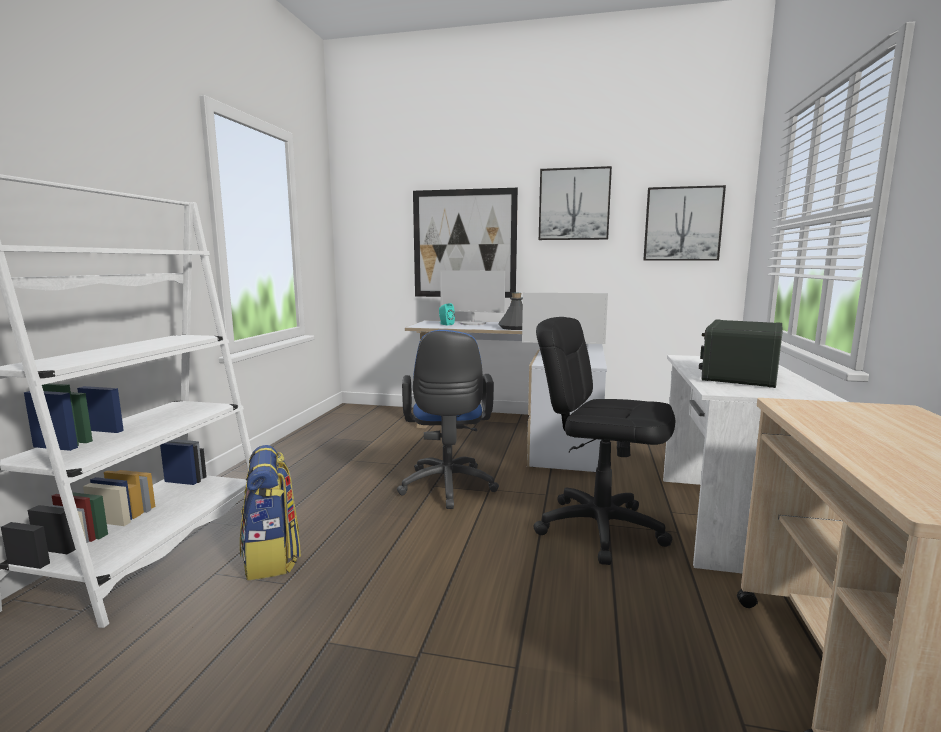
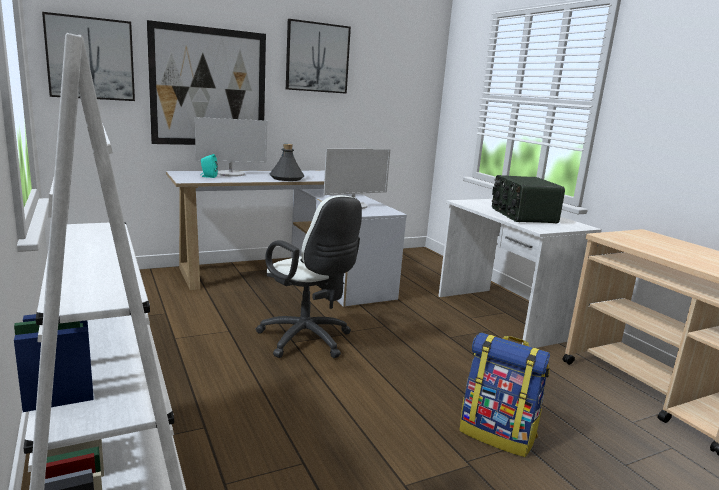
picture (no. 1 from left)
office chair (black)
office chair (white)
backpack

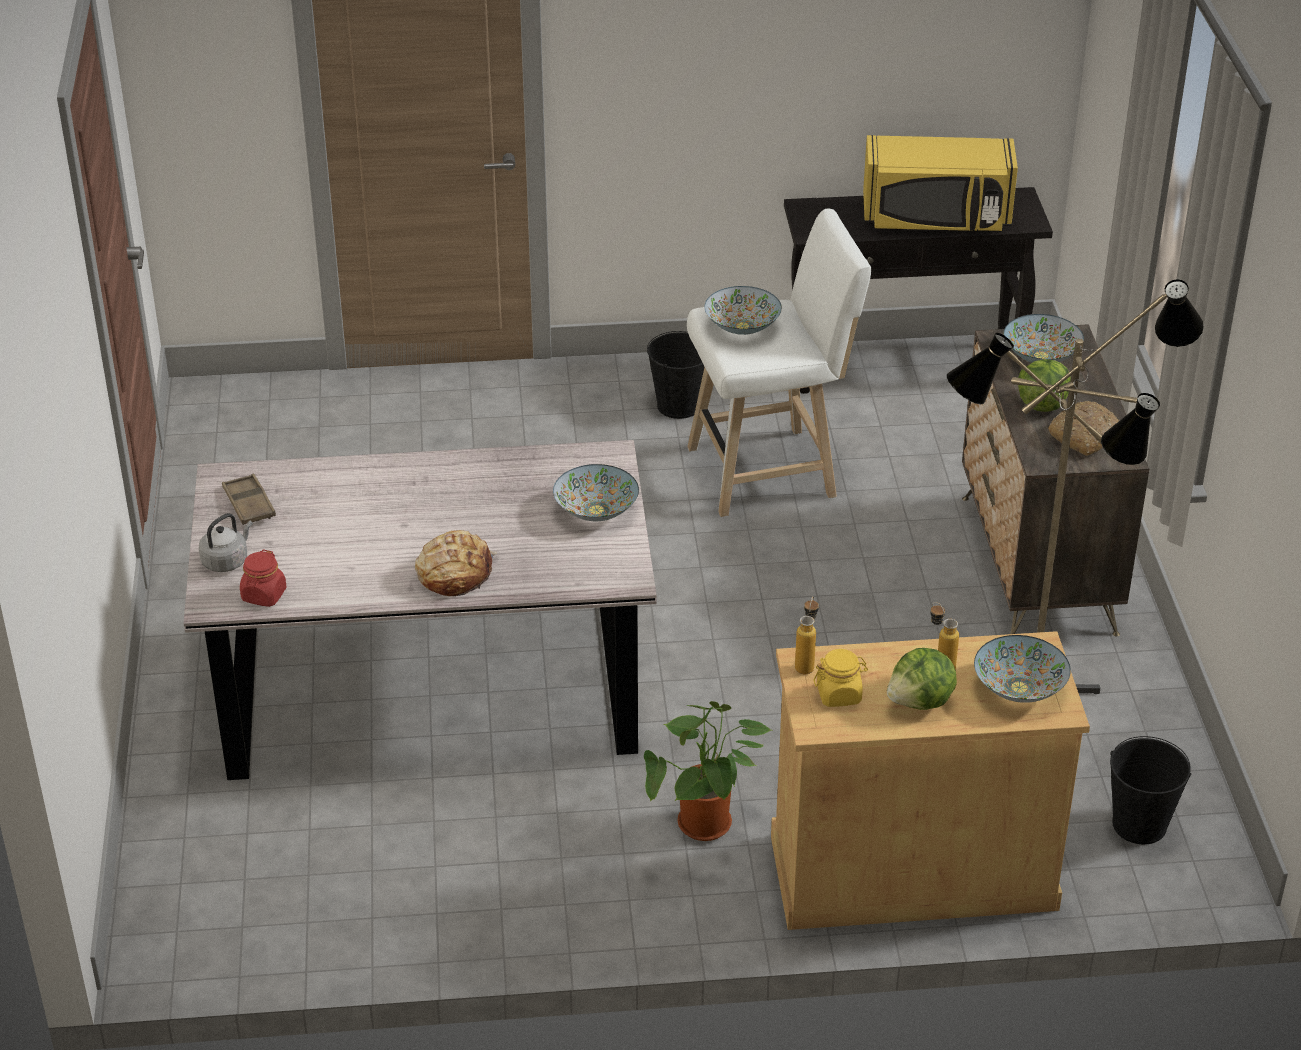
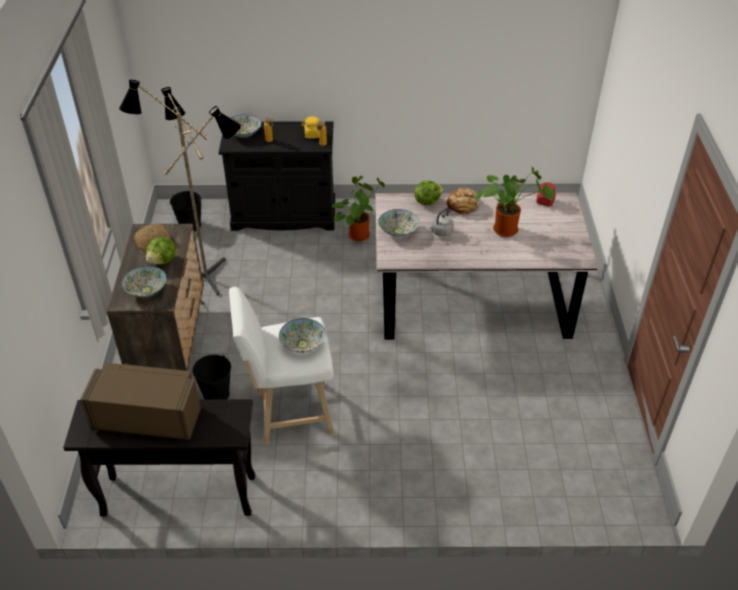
microwave (brown)
bucket (black) (no. 2 from left)
tray (brown)
kettle (grey)
cabinet (black)
lettuce (no. 2 from left)
potted plant (no. 2 from left)

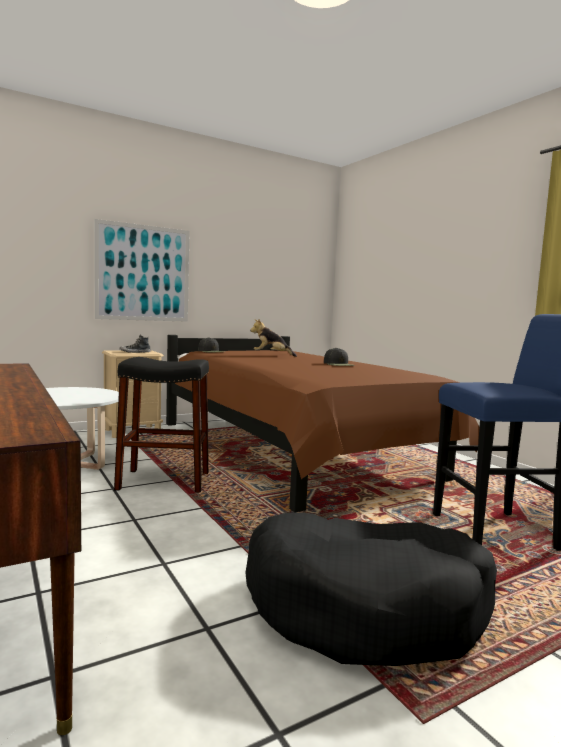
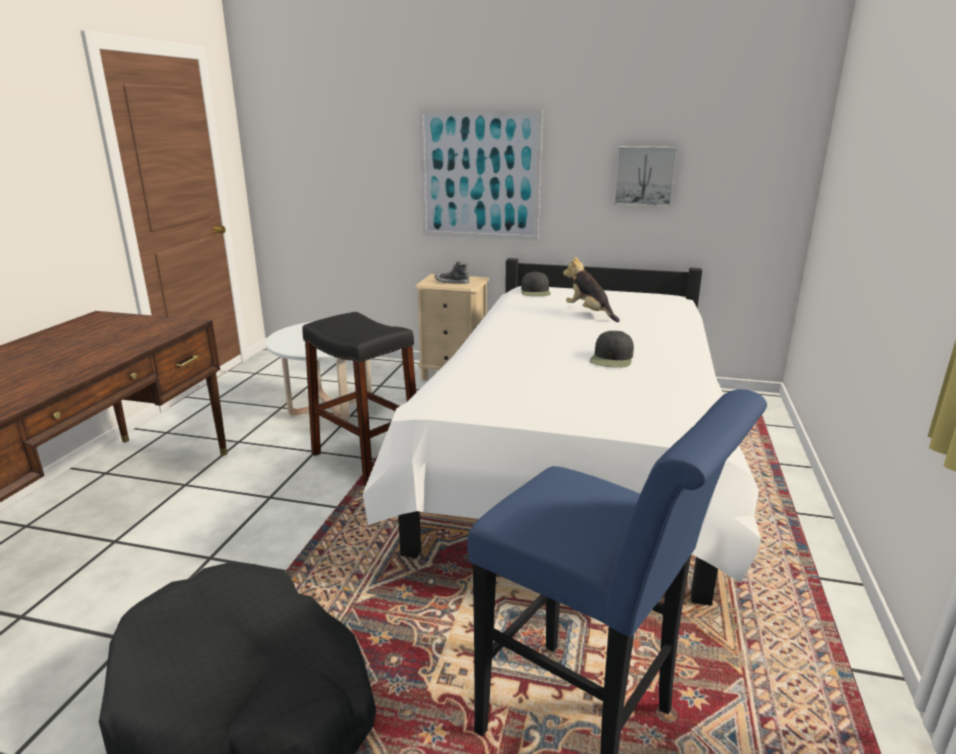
bed (white)
picture (no. 2 from left)

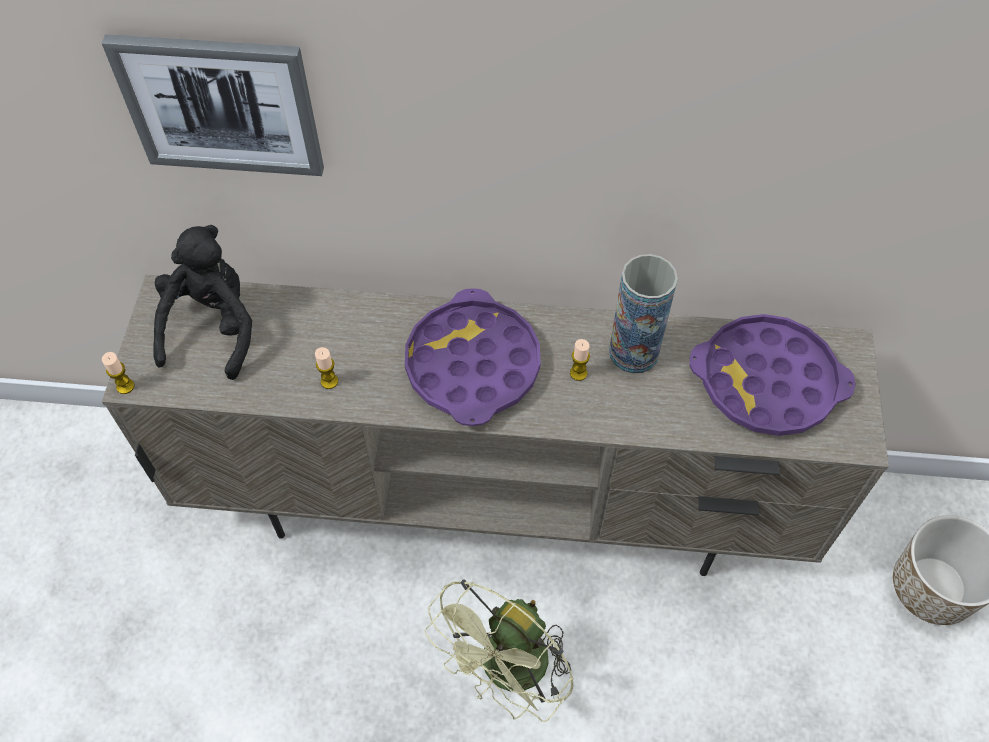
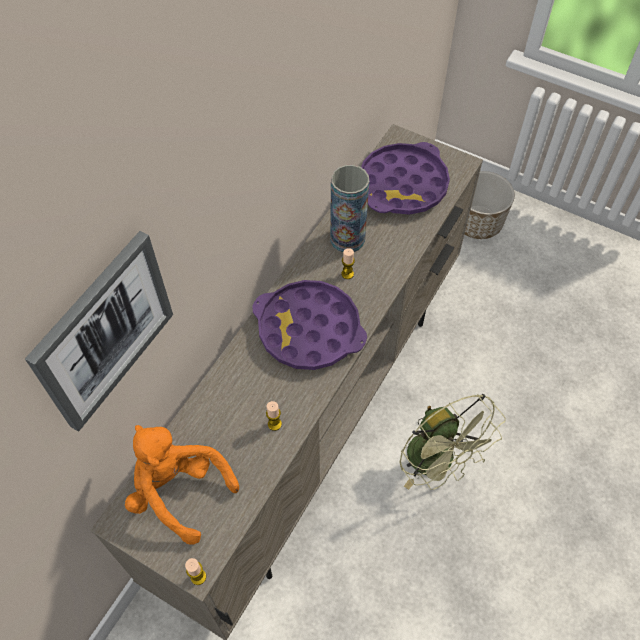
plush toy (orange)

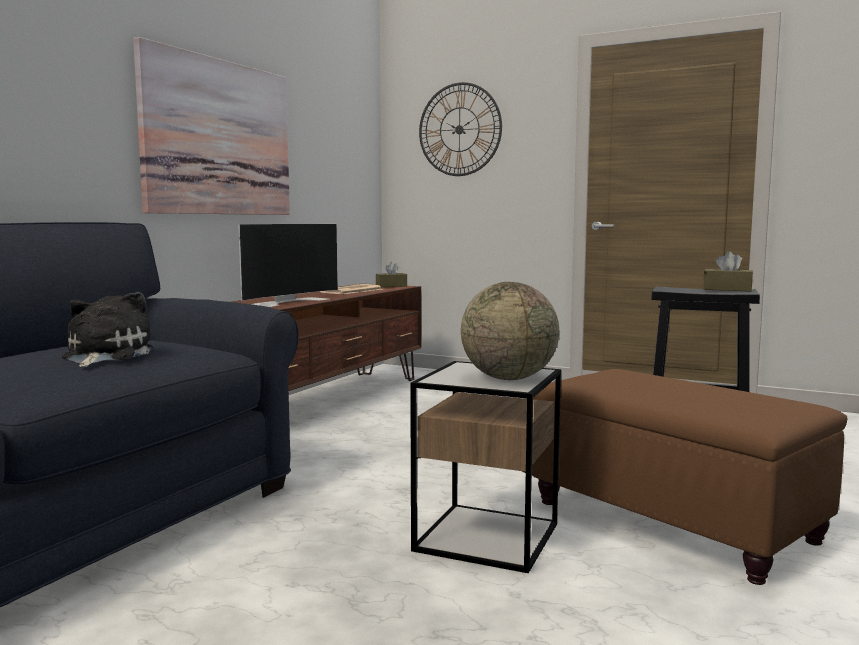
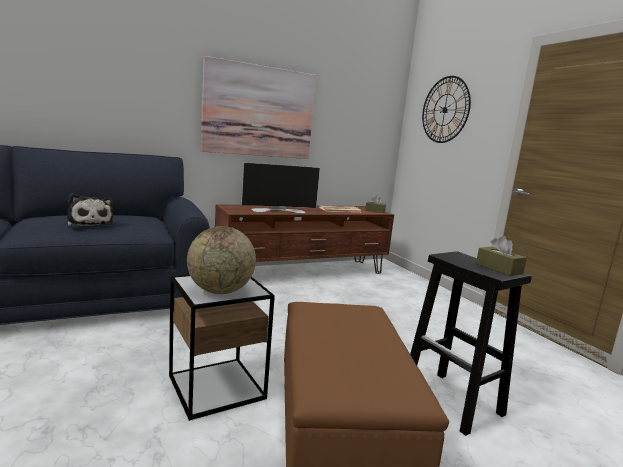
plush toy

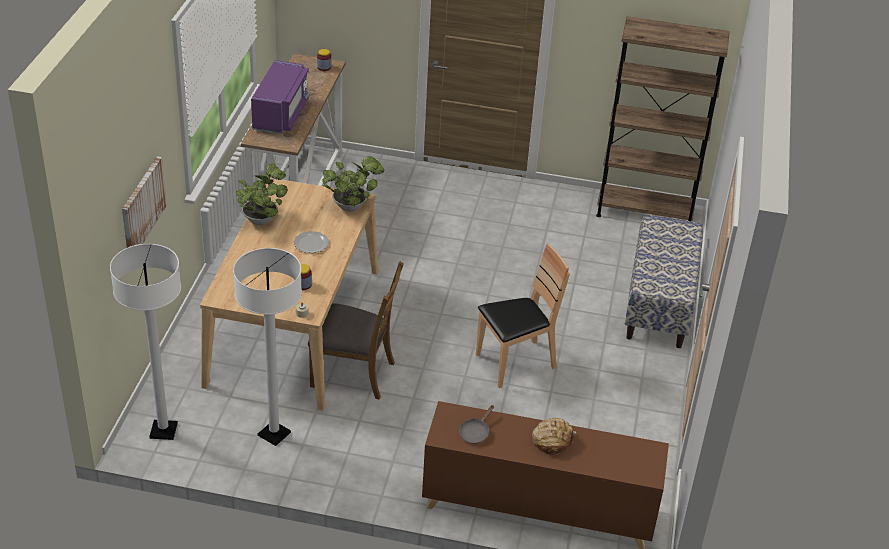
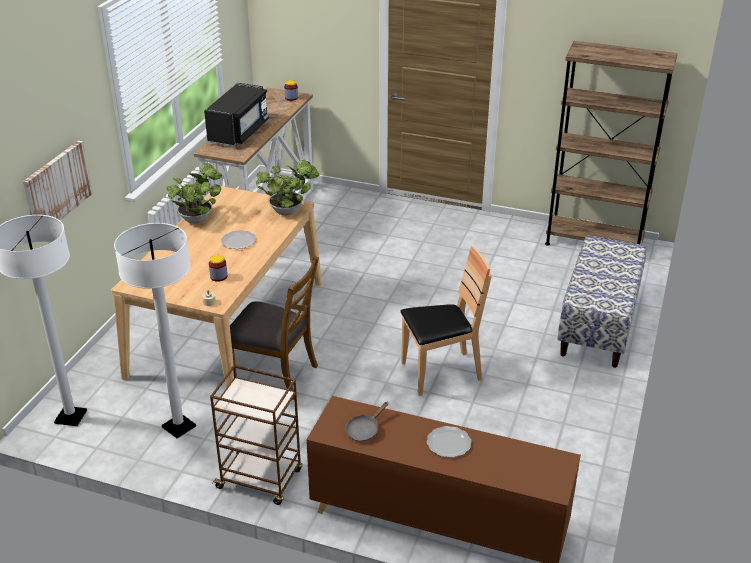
microwave (black)
plate (no. 2 from left)
cart (brown)

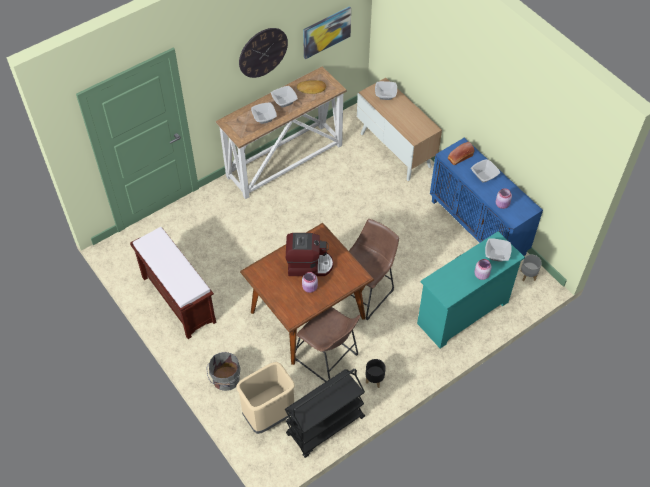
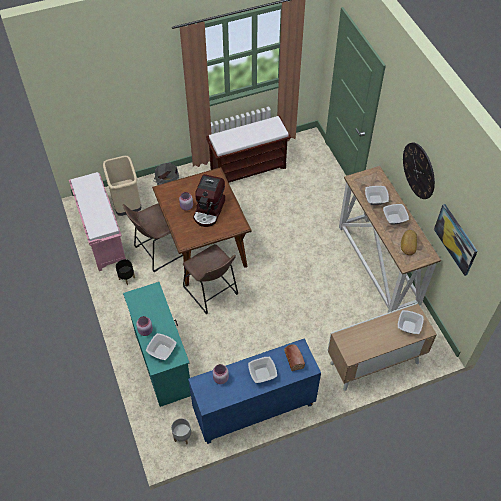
bench (pink)

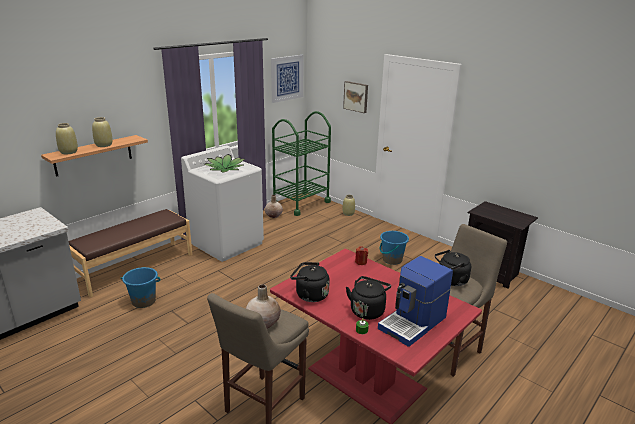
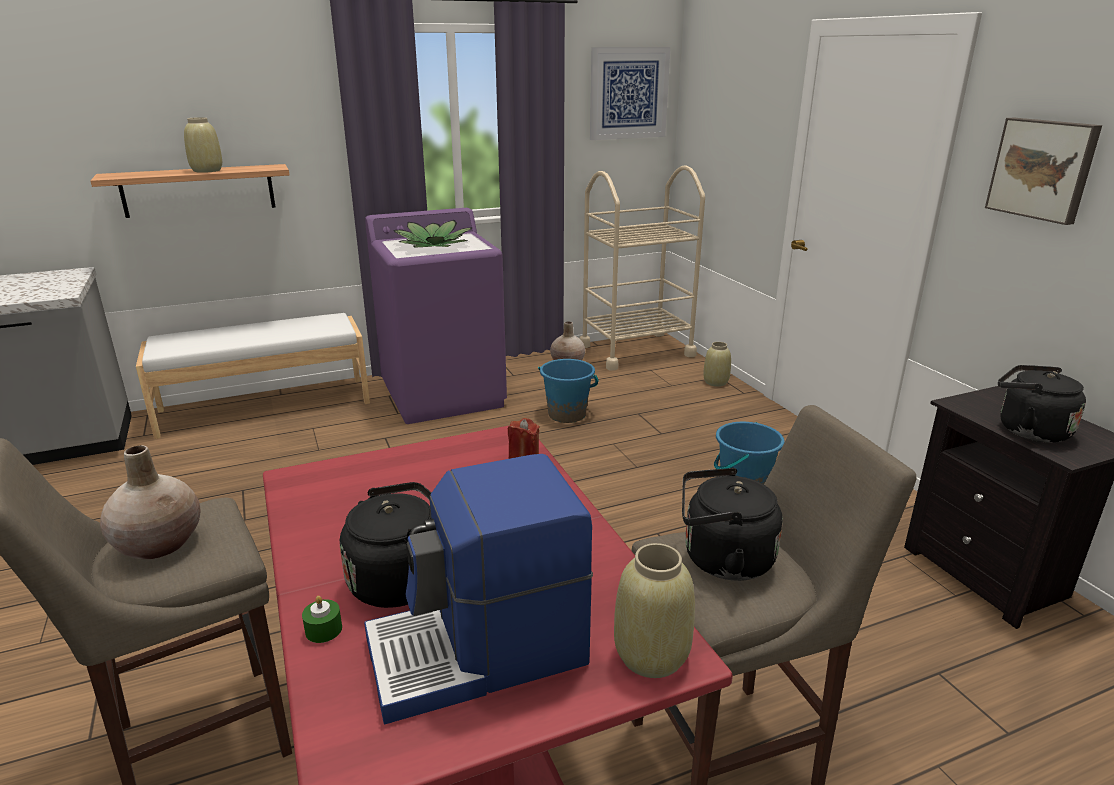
picture (no. 2 from left)
cart (beige)
vase (beige) (no. 4 from left)
washing machine (purple)
bench (white)
kettle (black) (no. 3 from left)
bucket (blue) (no. 1 from left)

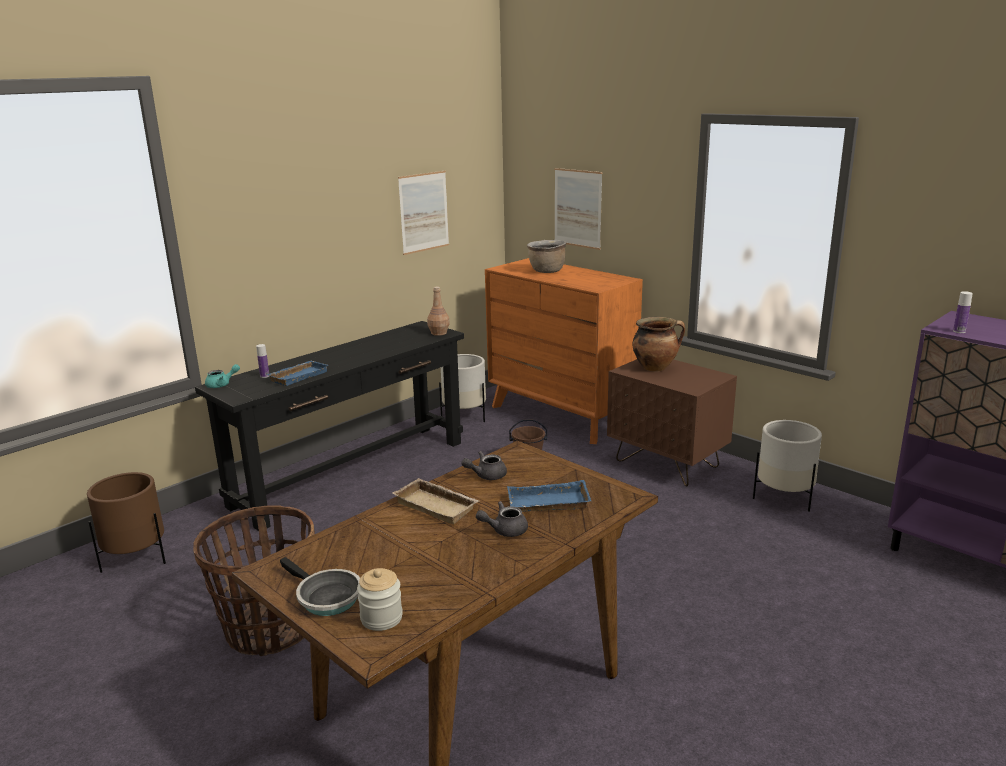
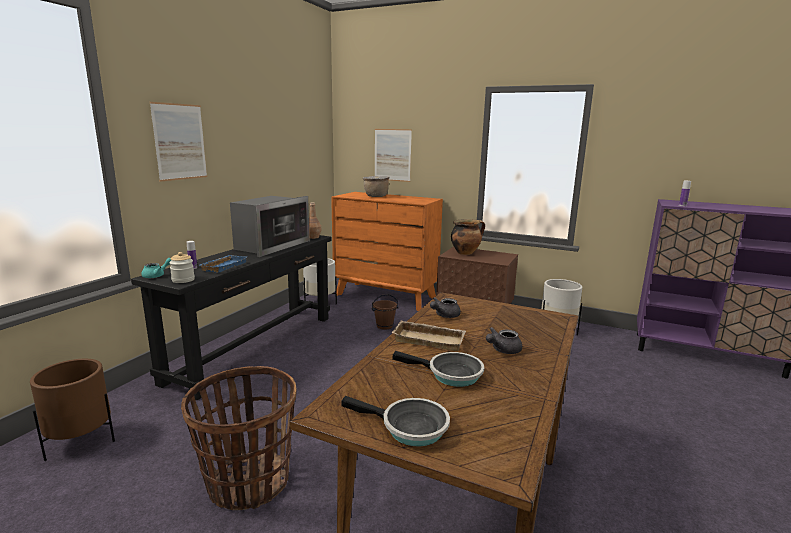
picture (no. 1 from left)
tray (blue) (no. 2 from left in the first image)
jar
microwave
frying pan (no. 2 from left)

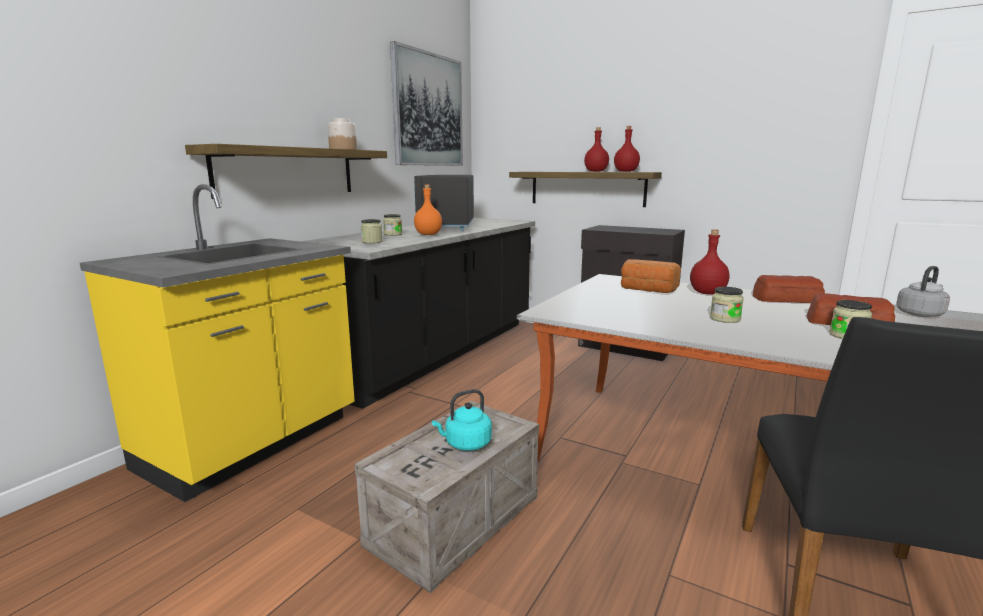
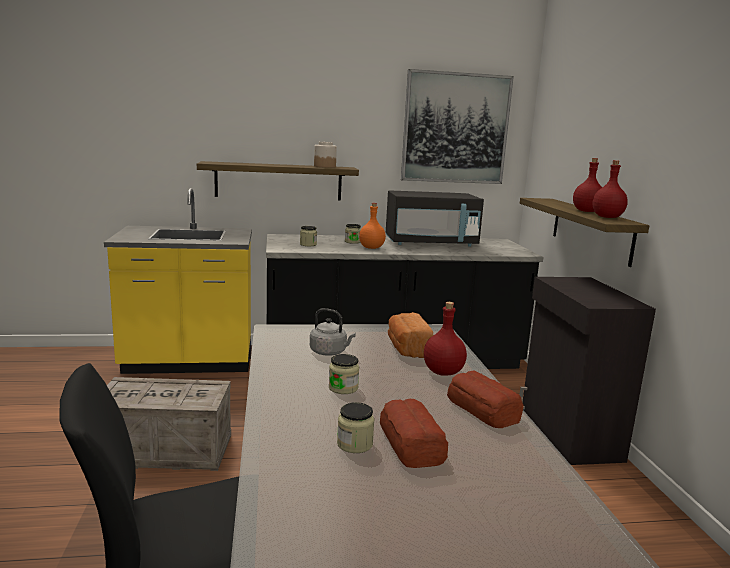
microwave (black)
kettle (grey)
kettle (turquoise)

